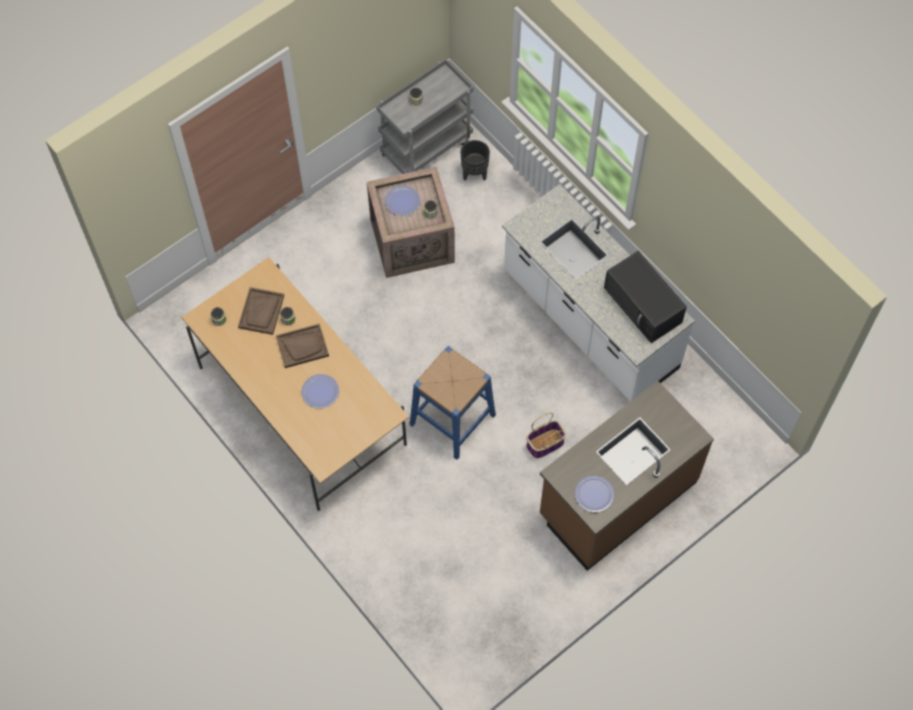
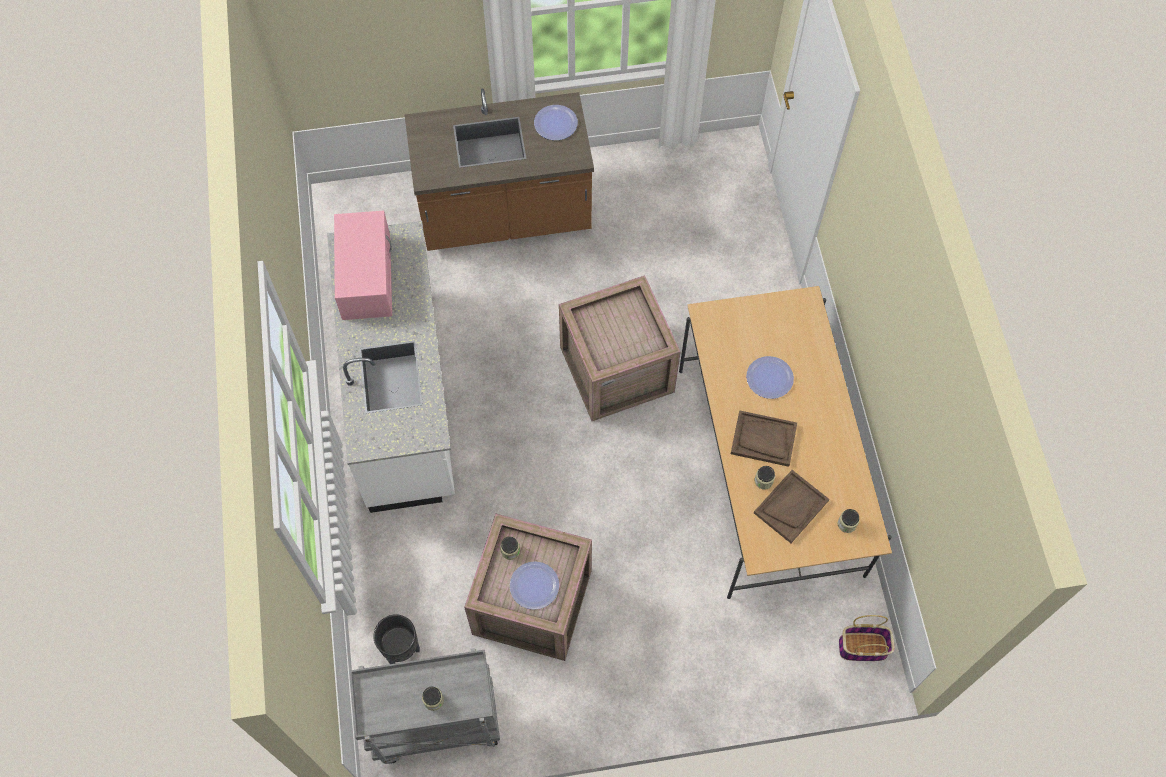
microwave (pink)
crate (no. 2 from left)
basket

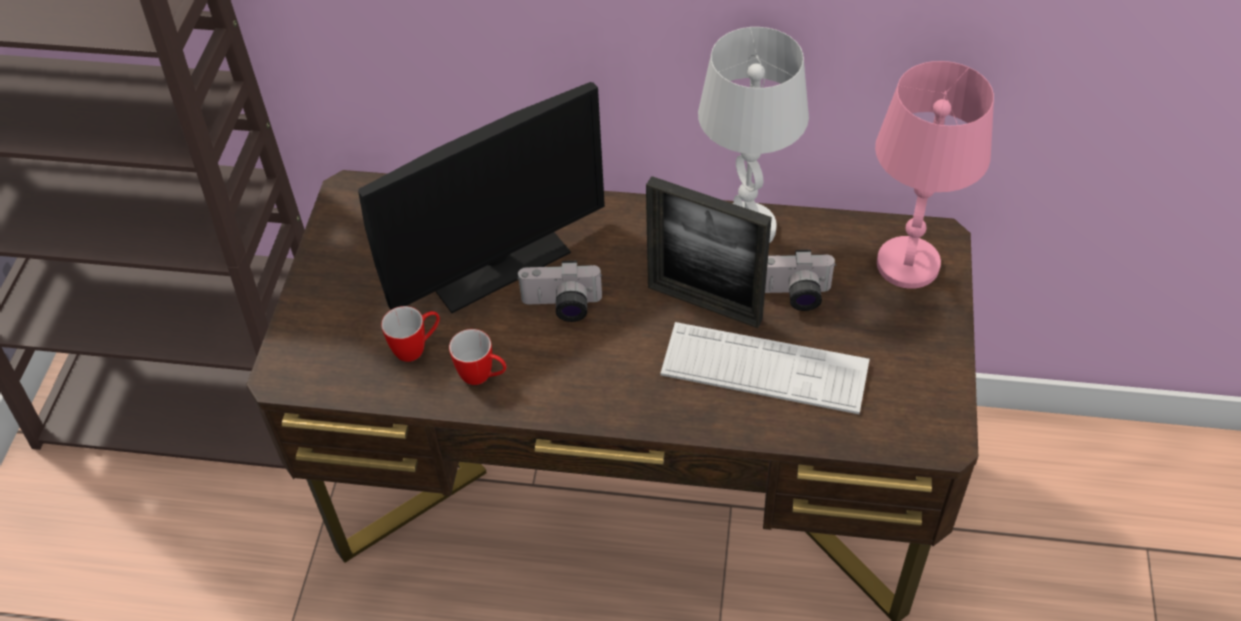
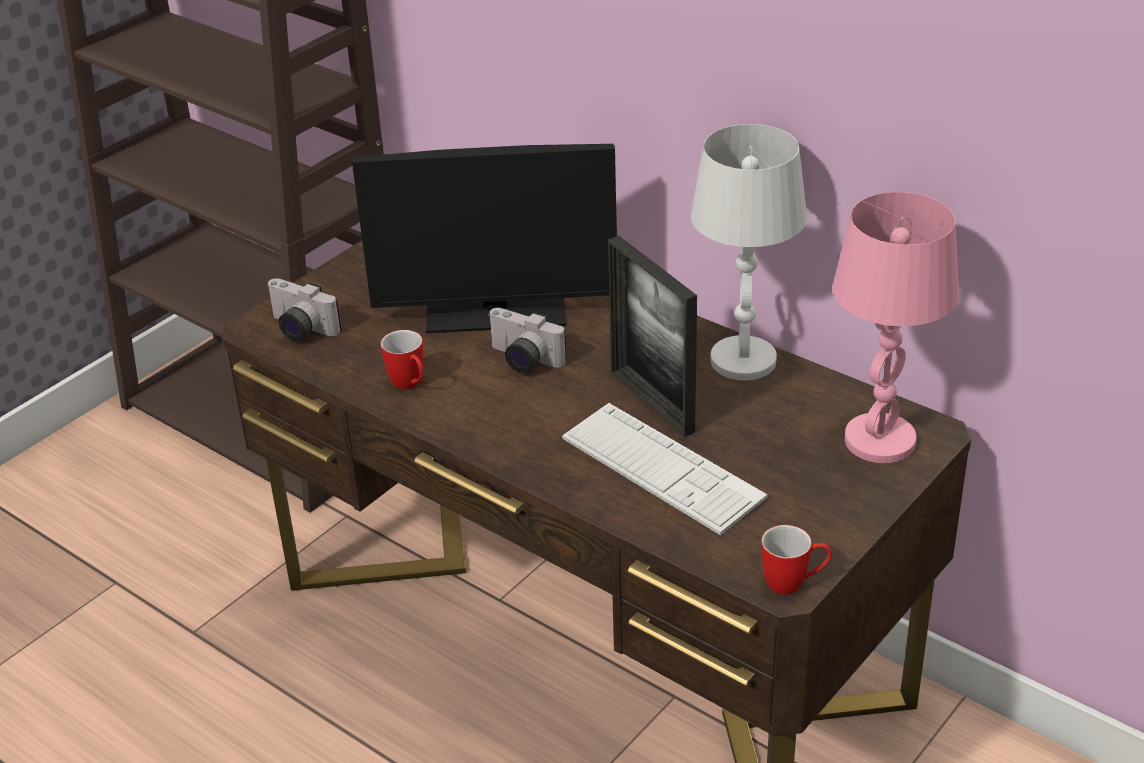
photo camera (no. 1 from left)
mug (no. 2 from left)

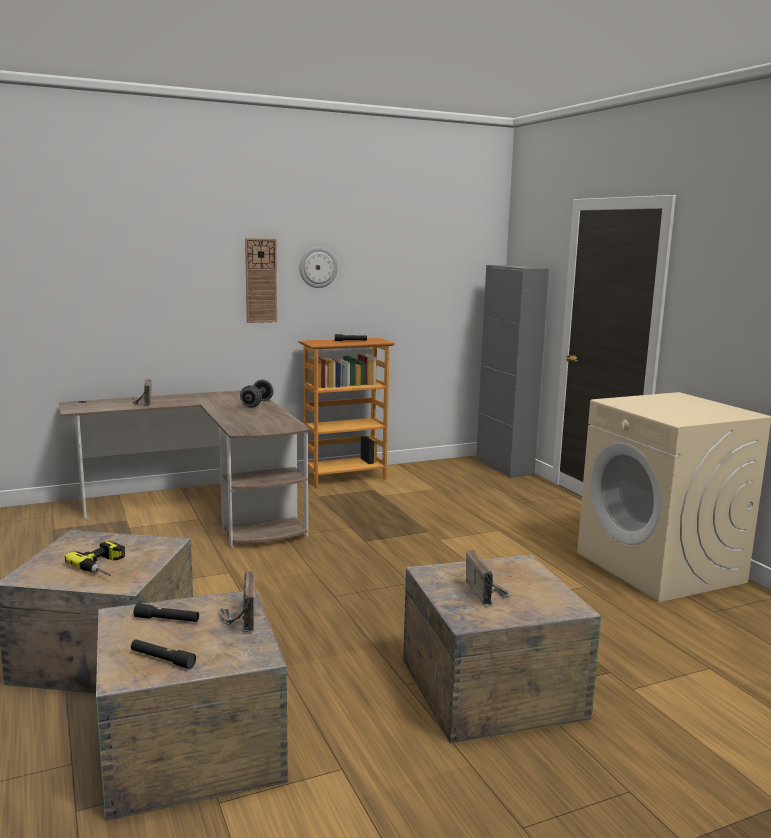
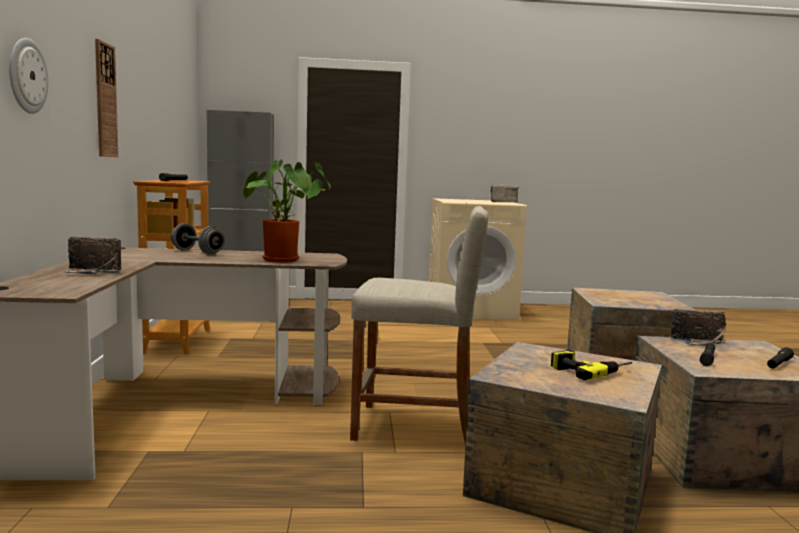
wall clock (no. 1 from left)
radio (no. 2 from left)
potted plant
stool (beige)

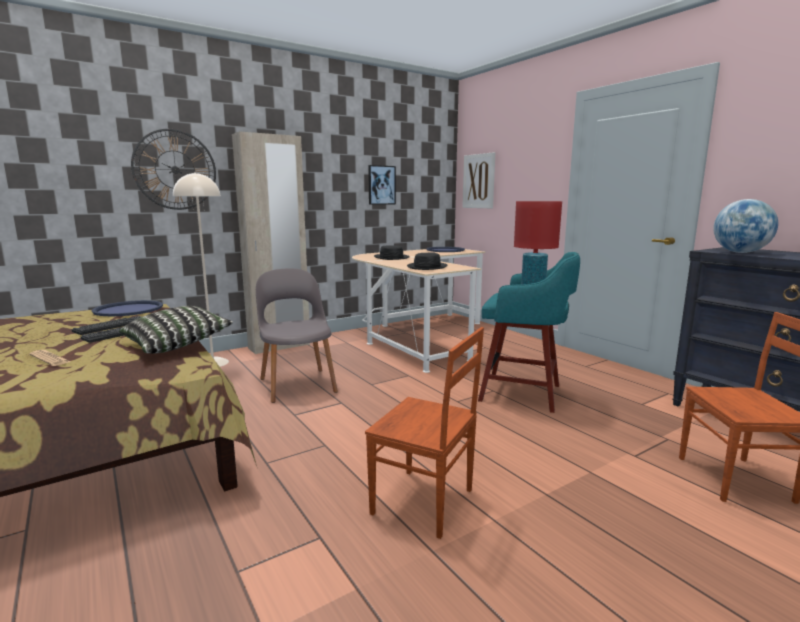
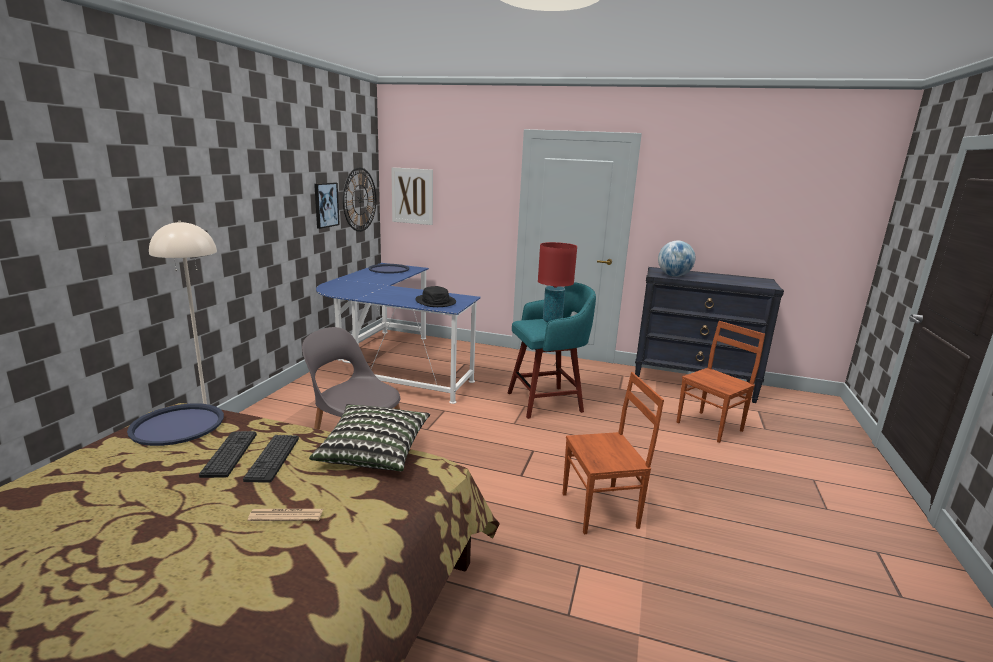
wall clock
wardrobe (beige)
hat (black) (no. 1 from left in the first image)
desk (blue)

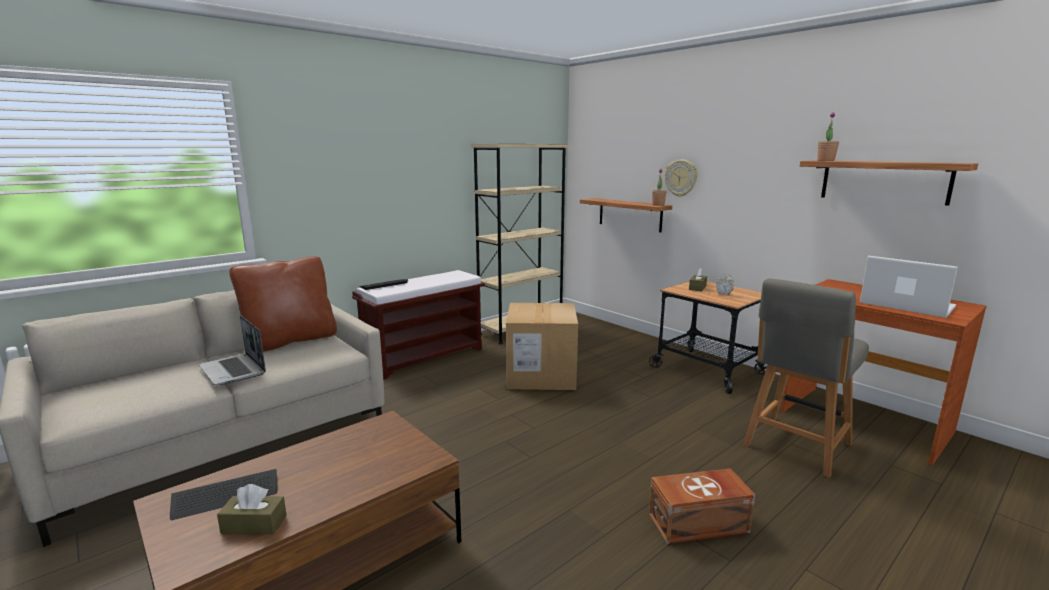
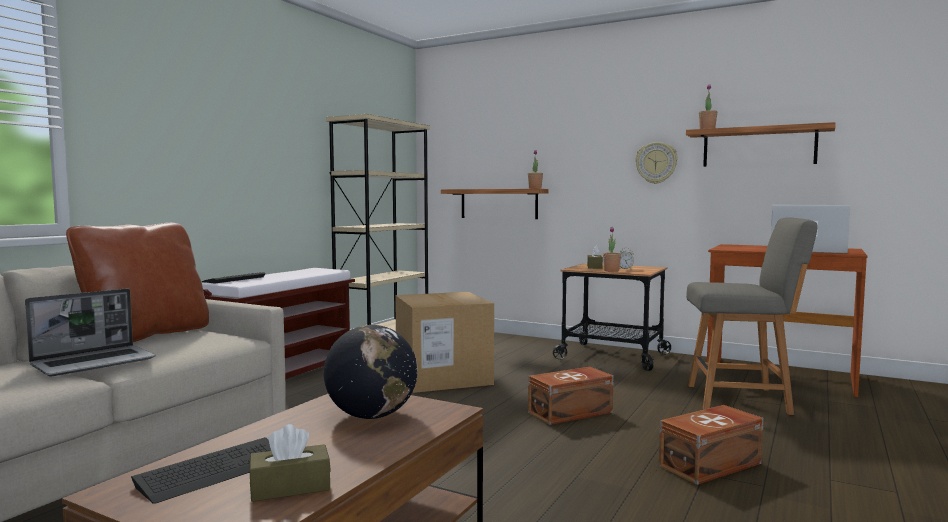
wall clock
chair (grey)
laptop (no. 1 from left)
potted plant (no. 2 from left)
globe
storage box (brown) (no. 1 from left)

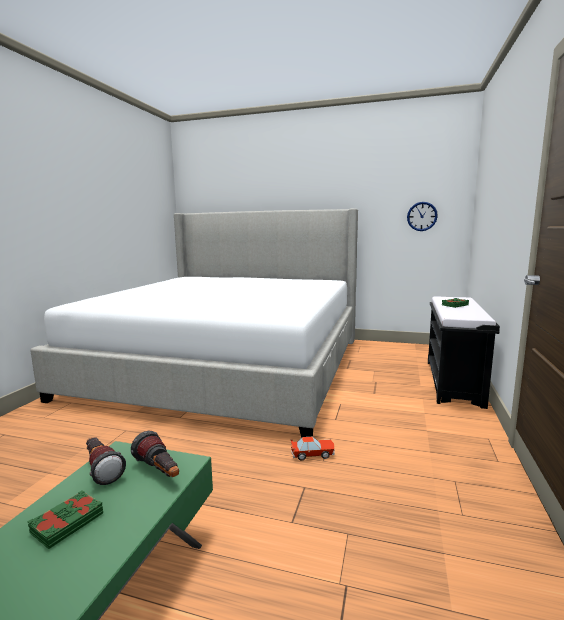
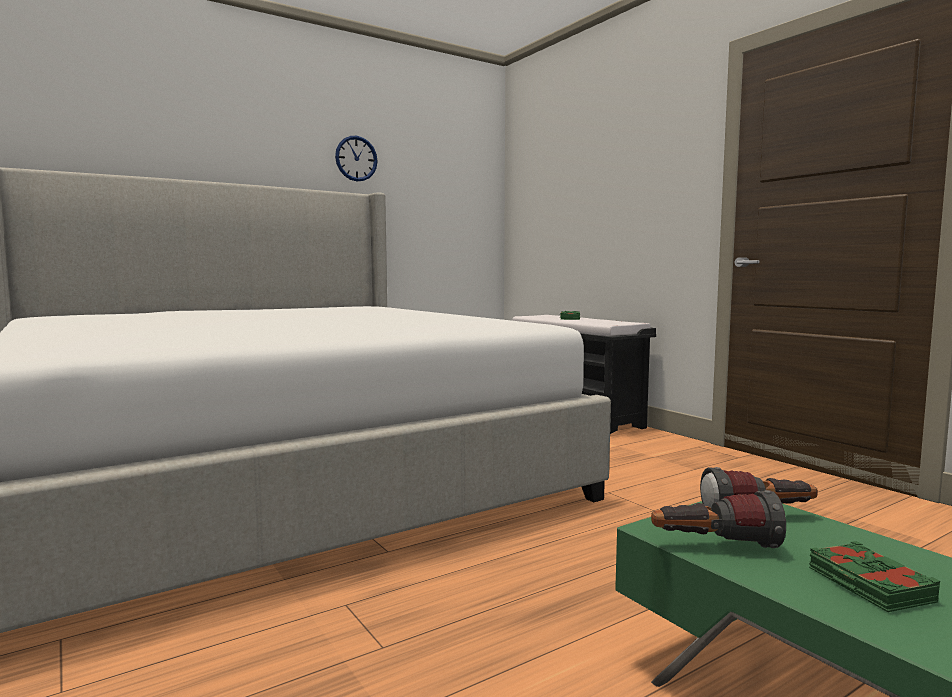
wall clock
toy car

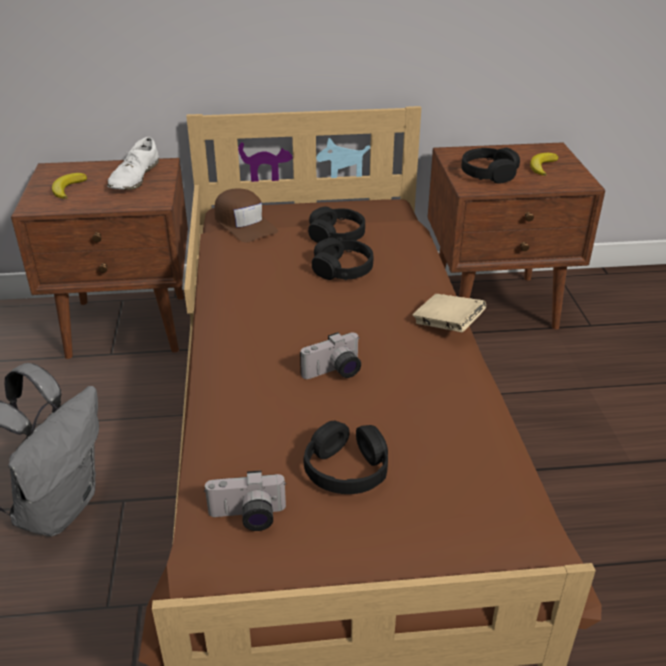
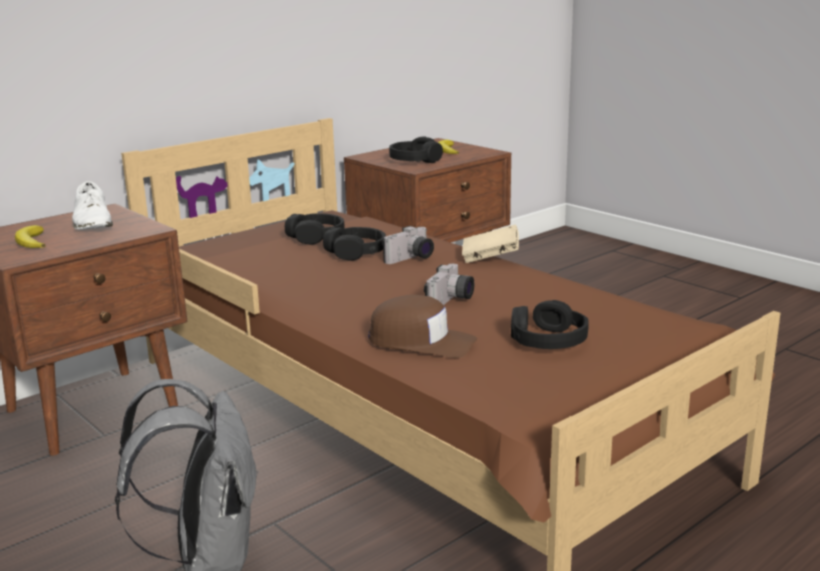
cap (brown)
photo camera (no. 1 from left)

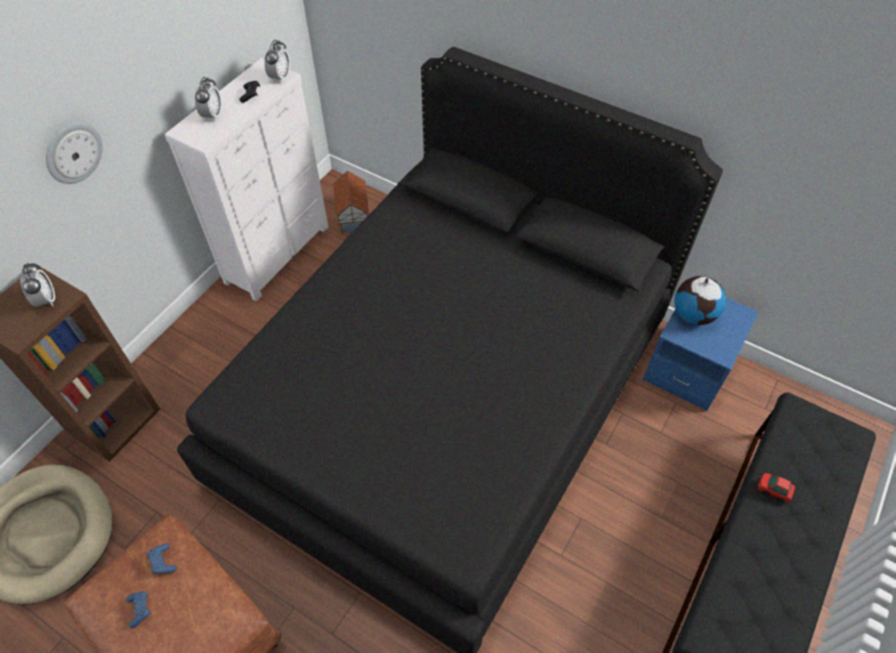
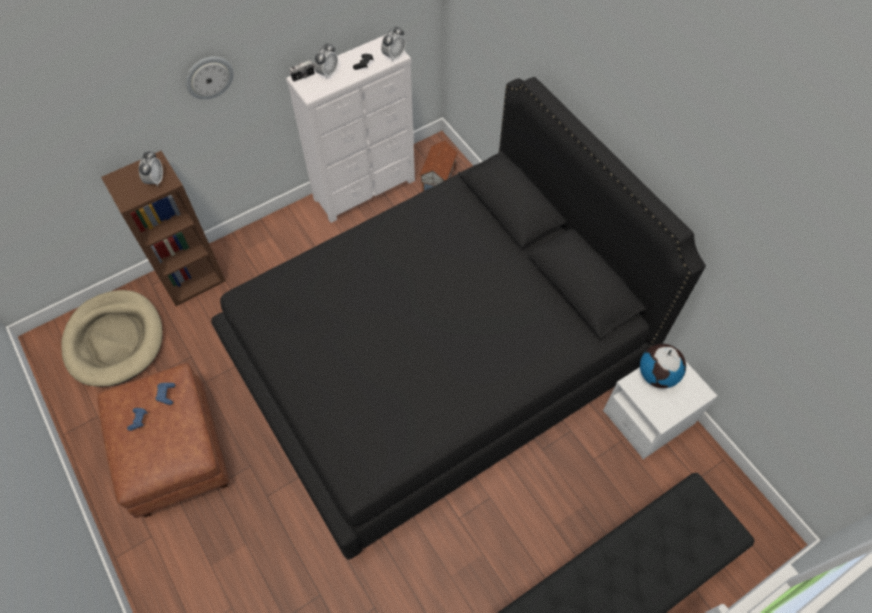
nightstand (white)
toy car
photo camera

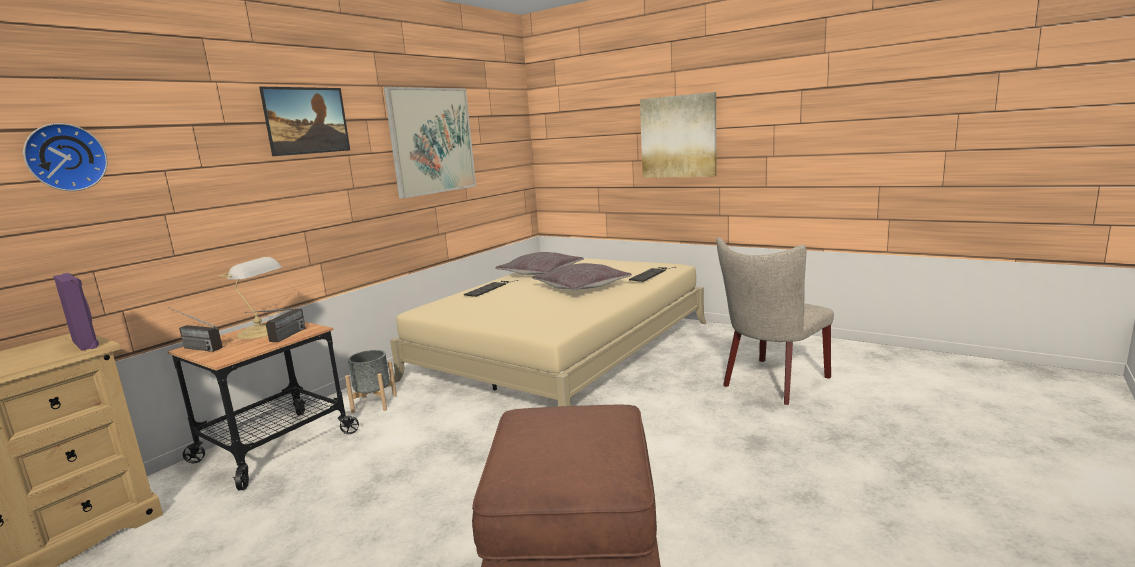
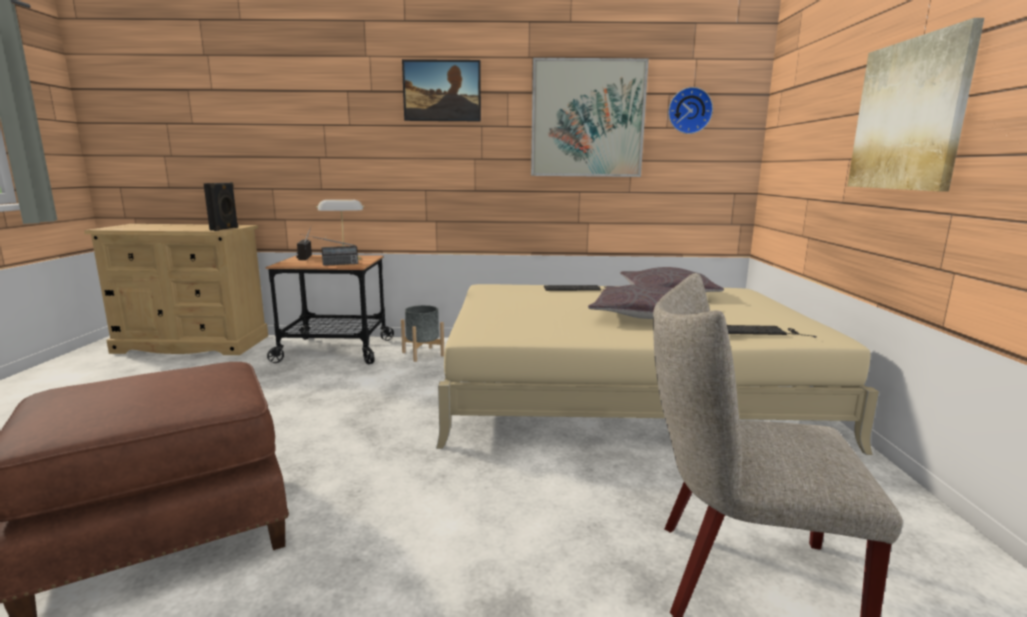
wall clock
speaker (black)

